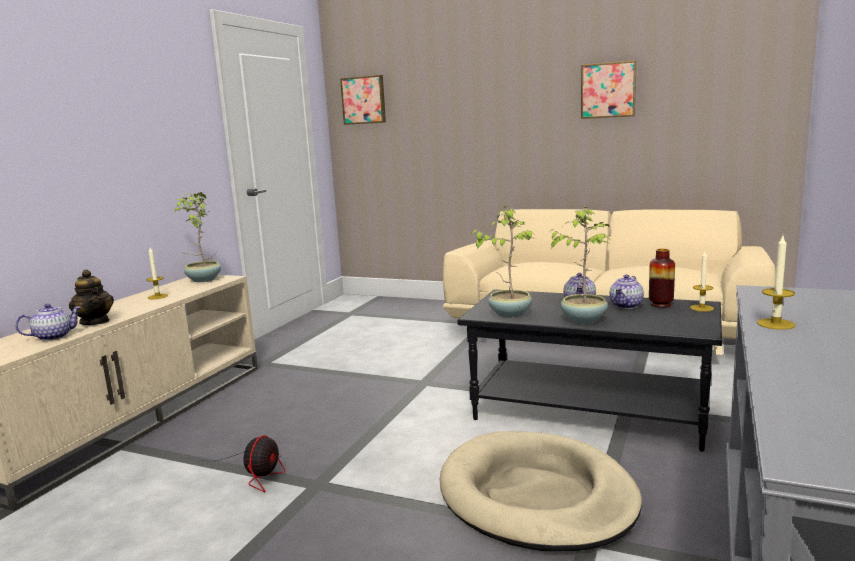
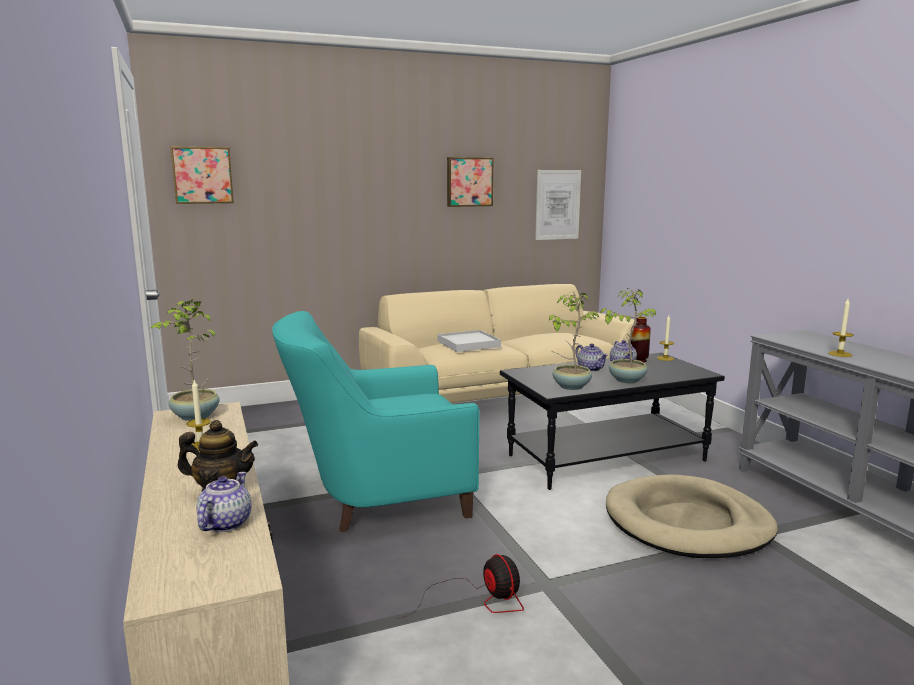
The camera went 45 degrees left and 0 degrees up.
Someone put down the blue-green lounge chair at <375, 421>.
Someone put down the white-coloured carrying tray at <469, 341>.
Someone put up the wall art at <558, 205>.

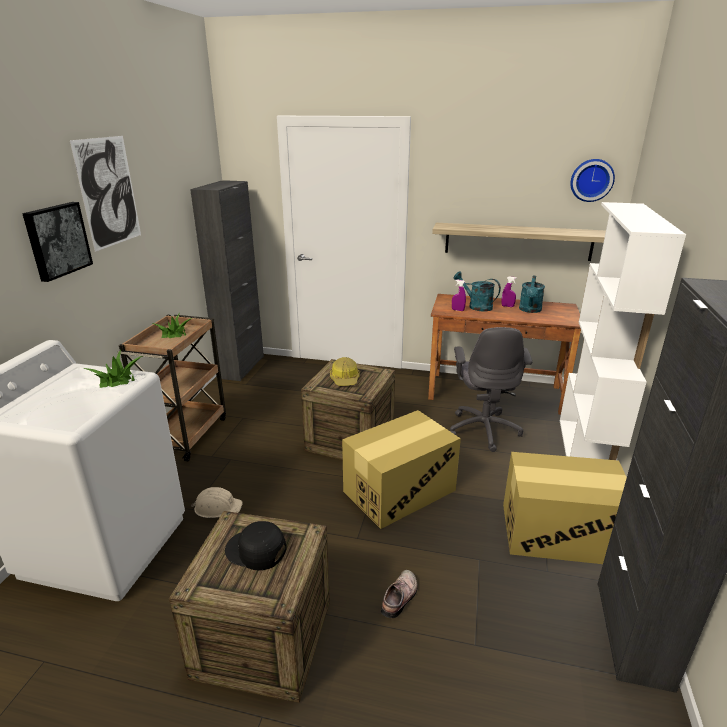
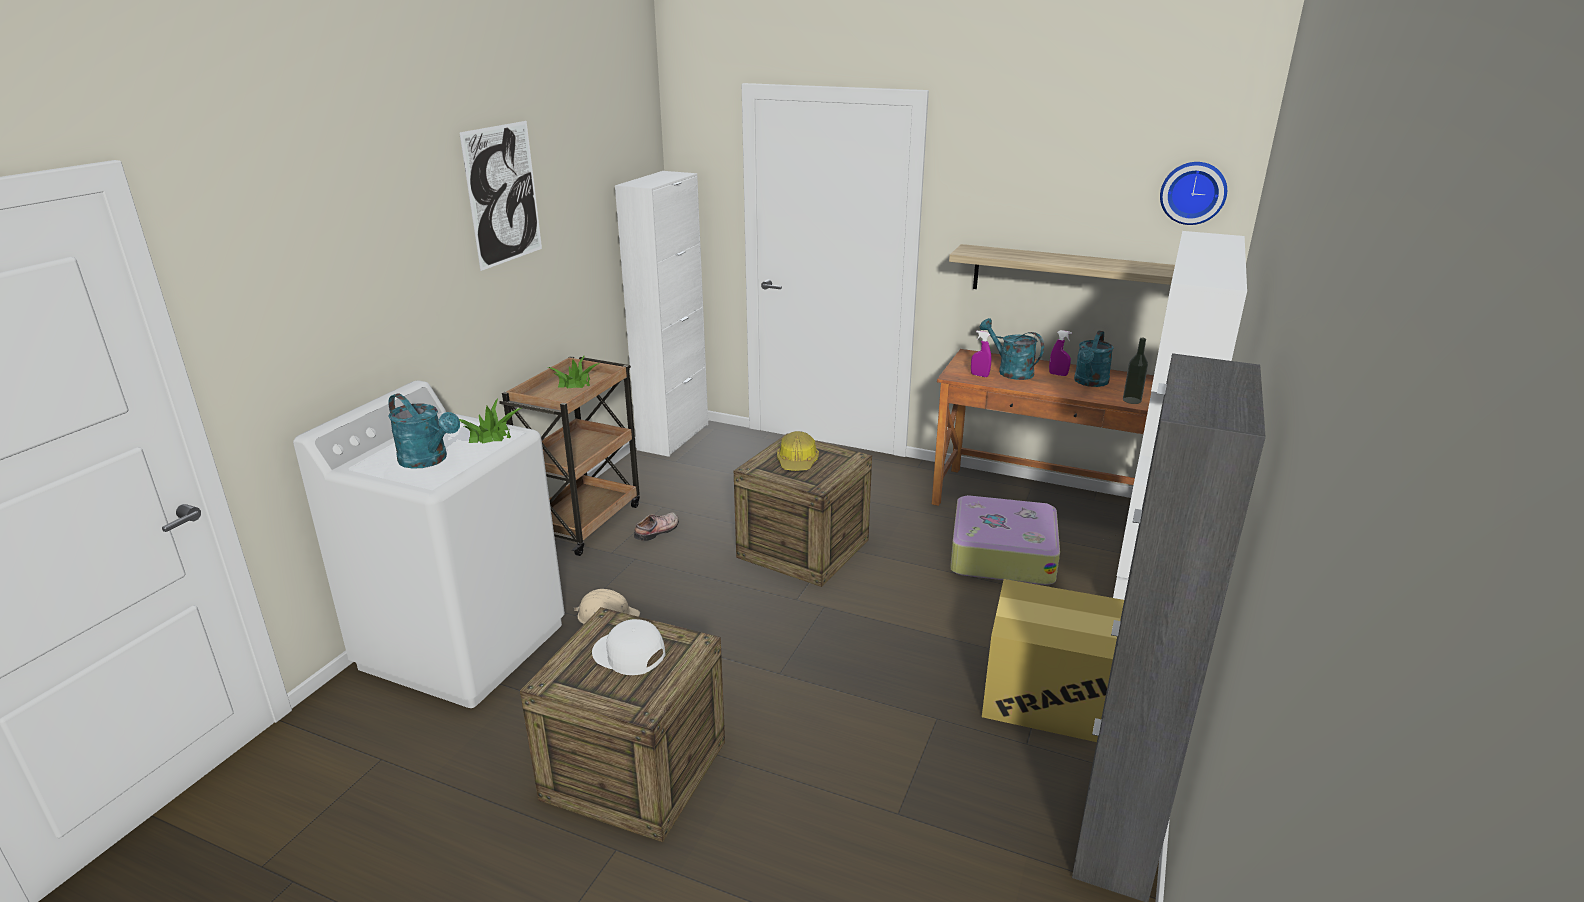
The camera went 10 degrees right and 0 degrees up.
Someone took away the wall art at <57, 242>.
Someone repainted the blackish storage cabinet at <227, 280>, which became the white-coloured storage cabinet at <661, 314>.
Someone repainted the blackish peaked cap at <256, 546>, which became the white-coloured peaked cap at <628, 647>.
Someone took away the cardboard box at <401, 469>.
Someone carried the item of footwear from <399, 594> to <656, 526>.
Someone swapped the grey computer chair at <491, 389> for the travel case at <1005, 540>.
Someone put down the blue-green watering can at <424, 431>.
Someone put down the beverage bottle at <1135, 371>.

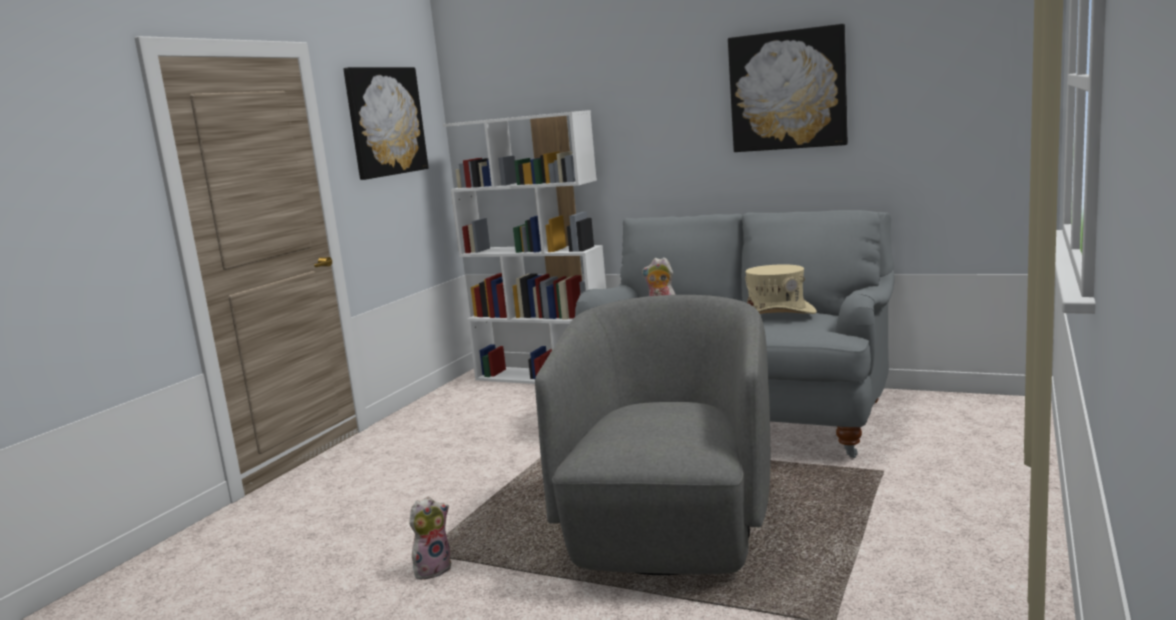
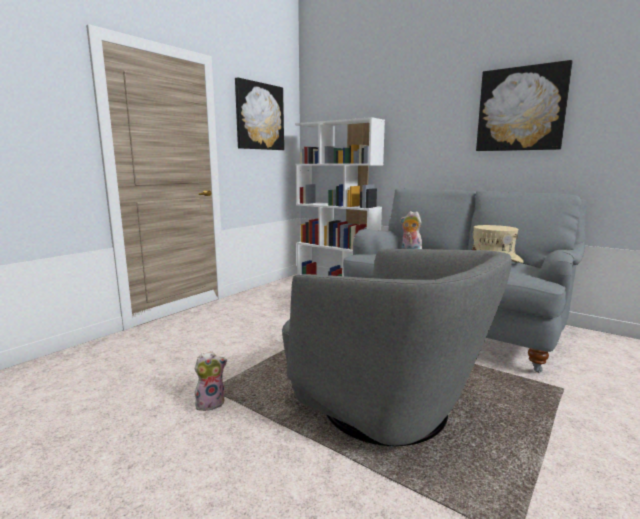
The camera went 10 degrees right and 0 degrees up.
Someone rotated the grey lounge chair at <652, 435> by 105 degrees clockwise.

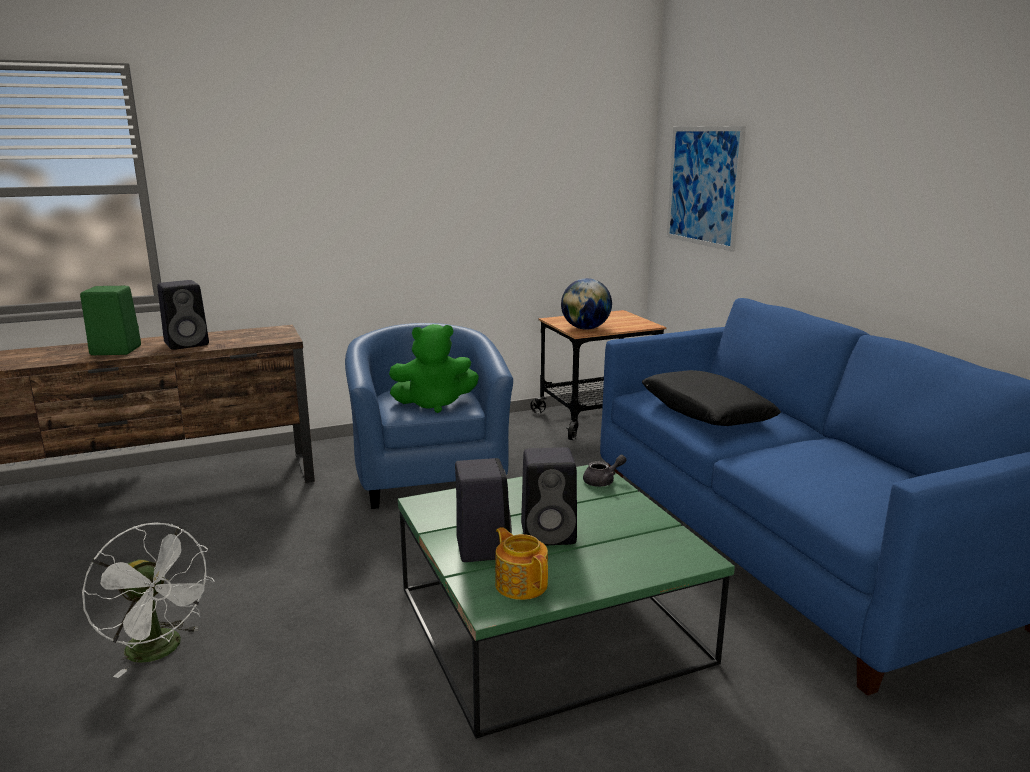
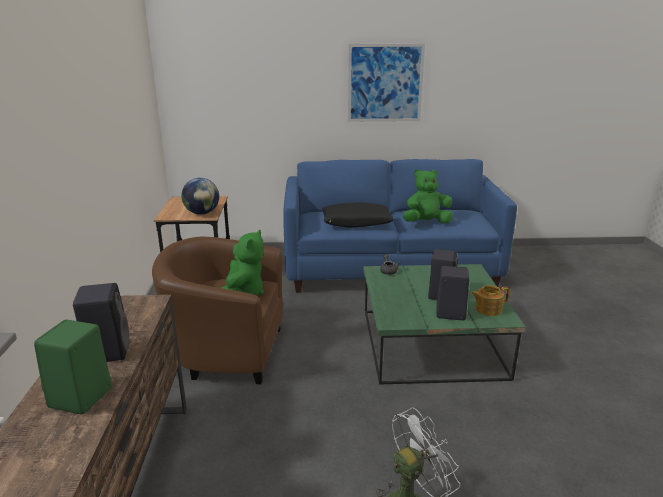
The camera went 70 degrees left and 5 degrees up.
Someone repainted the bluish lounge chair at <429, 416>, which became the brown-coloured lounge chair at <217, 310>.
Someone carried the wall art from <706, 189> to <386, 83>.
Someone put down the green-coloured plush toy at <428, 196>.

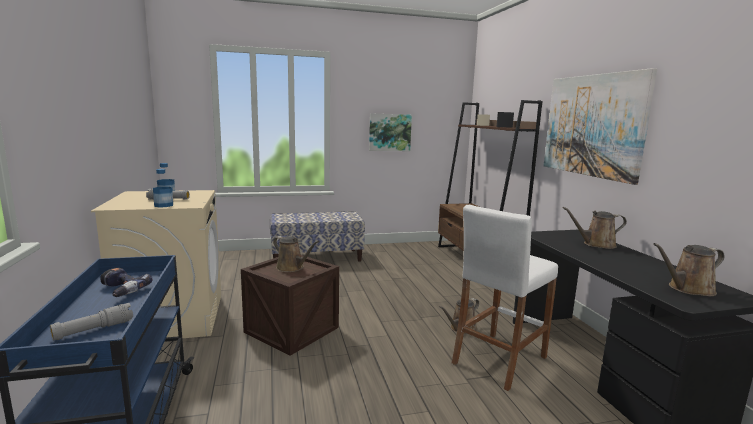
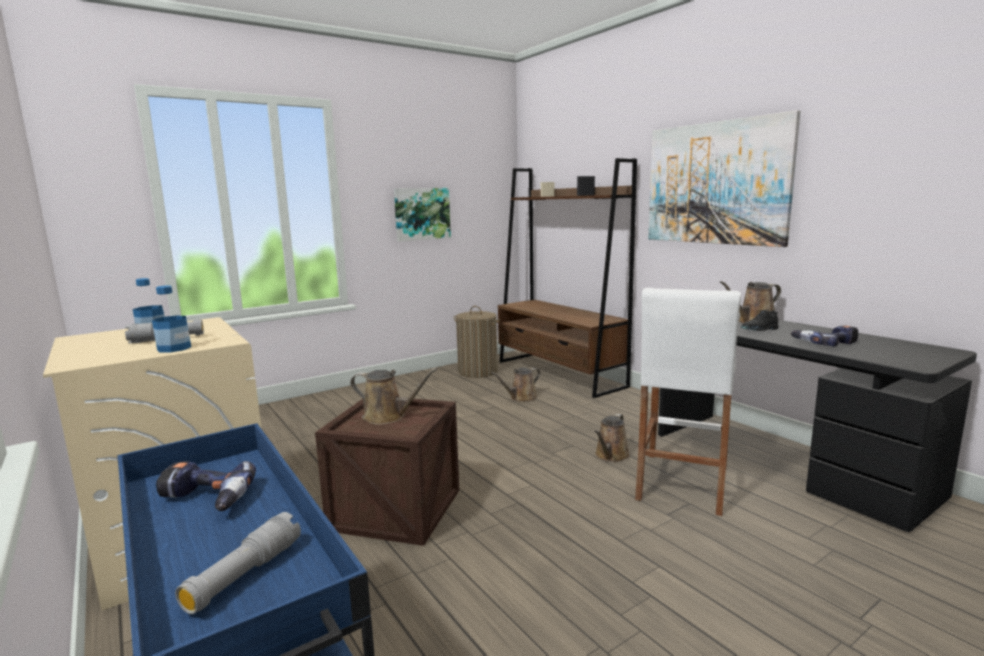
The camera went 20 degrees left and 0 degrees up.
Someone took away the long seat at <317, 236>.
Someone carried the brown-coloured watering can from <689, 269> to <515, 385>.
Someone put down the laundry basket at <477, 342>.
Someone put down the blackish item of footwear at <759, 320>.
Someone put down the drill at <824, 336>.

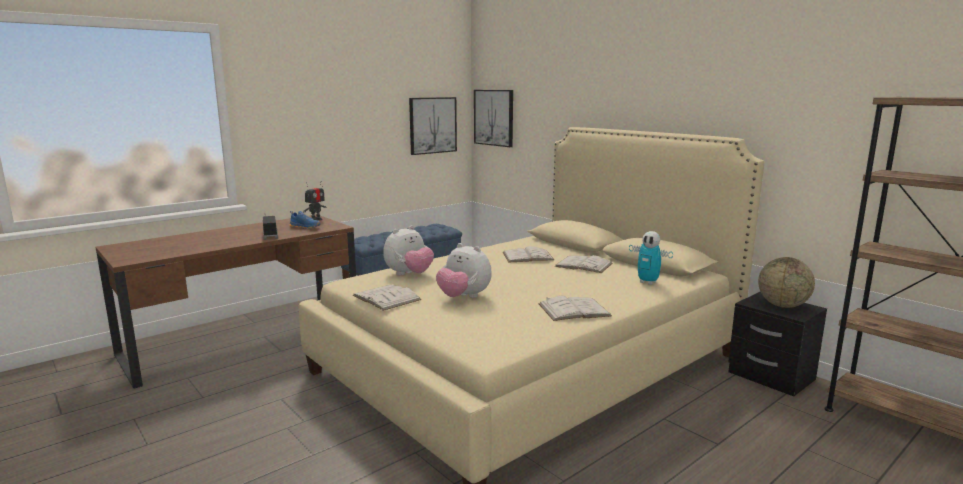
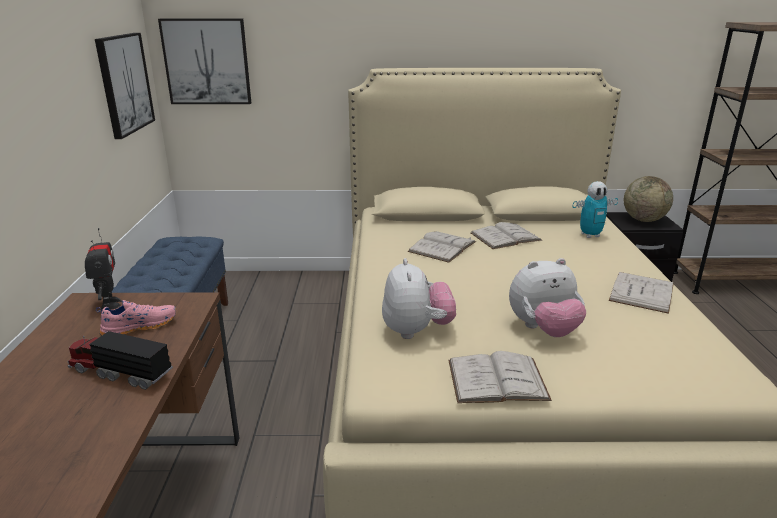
The camera went 50 degrees left and 10 degrees up.
Someone repainted the bluish item of footwear at <304, 220>, which became the pink item of footwear at <136, 317>.

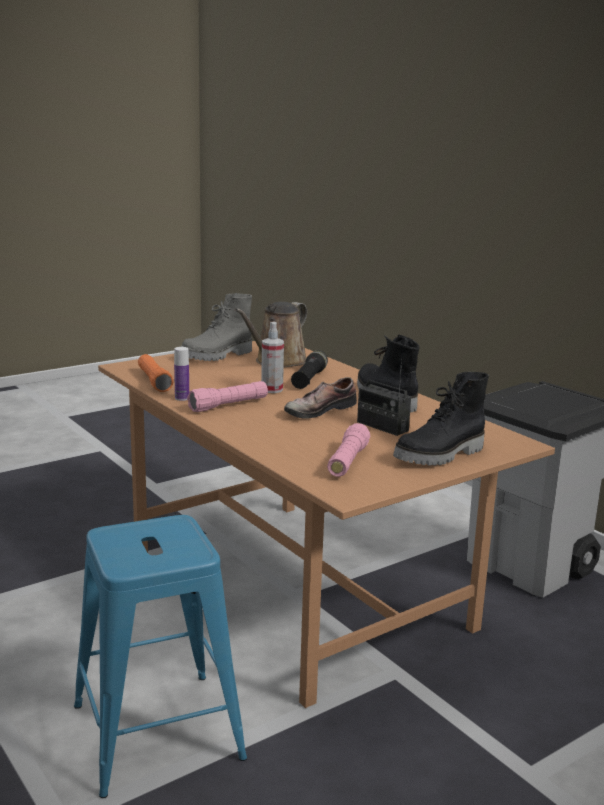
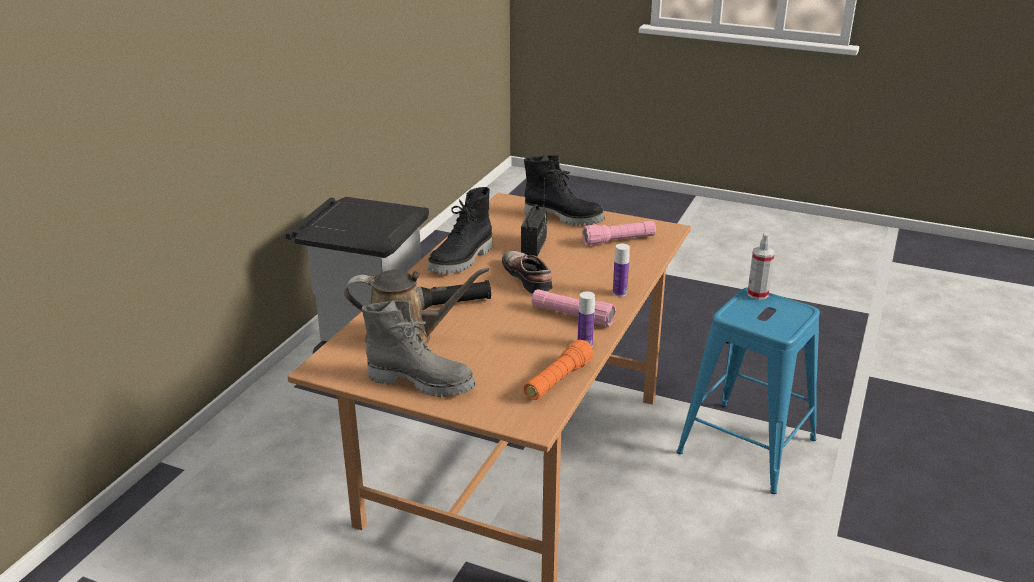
The camera went 120 degrees left and 10 degrees up.
Someone carried the spray bottle from <272, 357> to <761, 266>.
Someone rotated the item of footwear at <320, 398> by 135 degrees counterclockwise.
Someone put down the beverage bottle at <621, 270>.

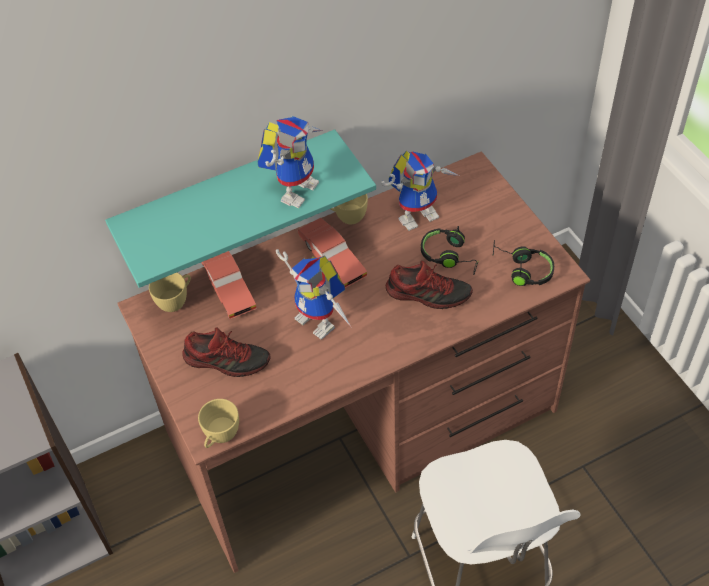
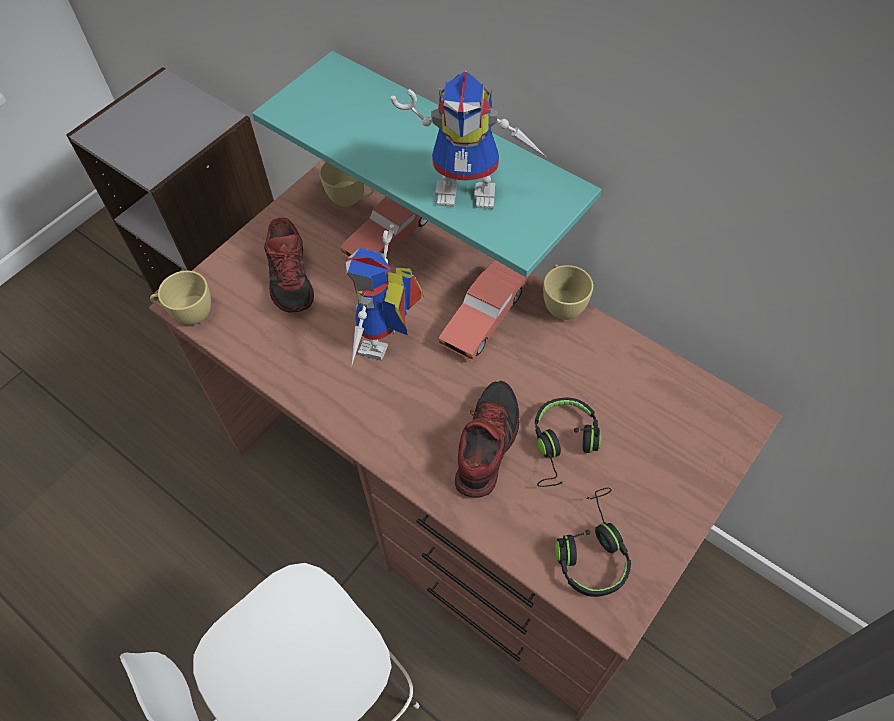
The camera went 65 degrees right and 5 degrees up.
Someone took away the robot figure at <420, 191>.
Someone rotated the item of footwear at <429, 285> by 150 degrees counterclockwise.

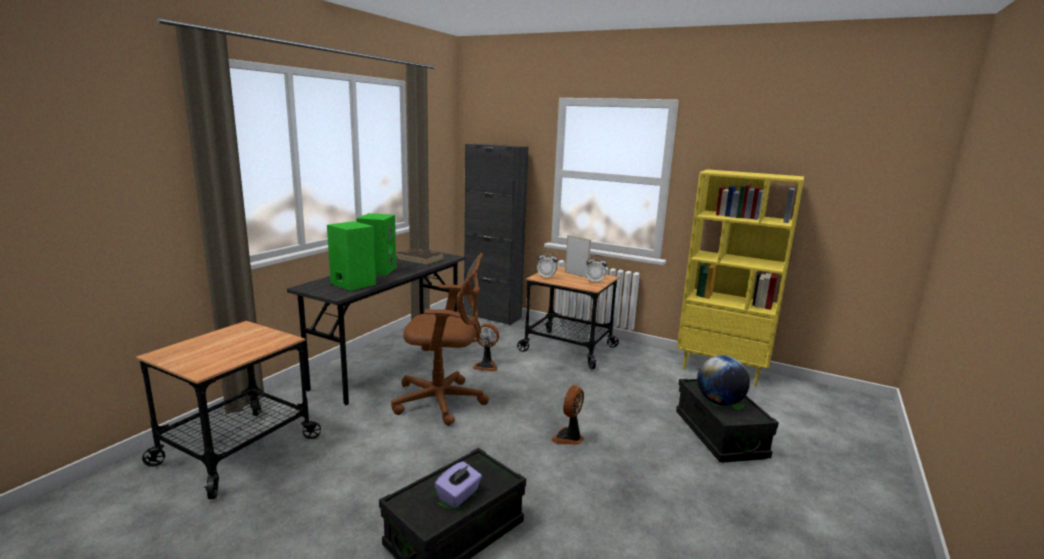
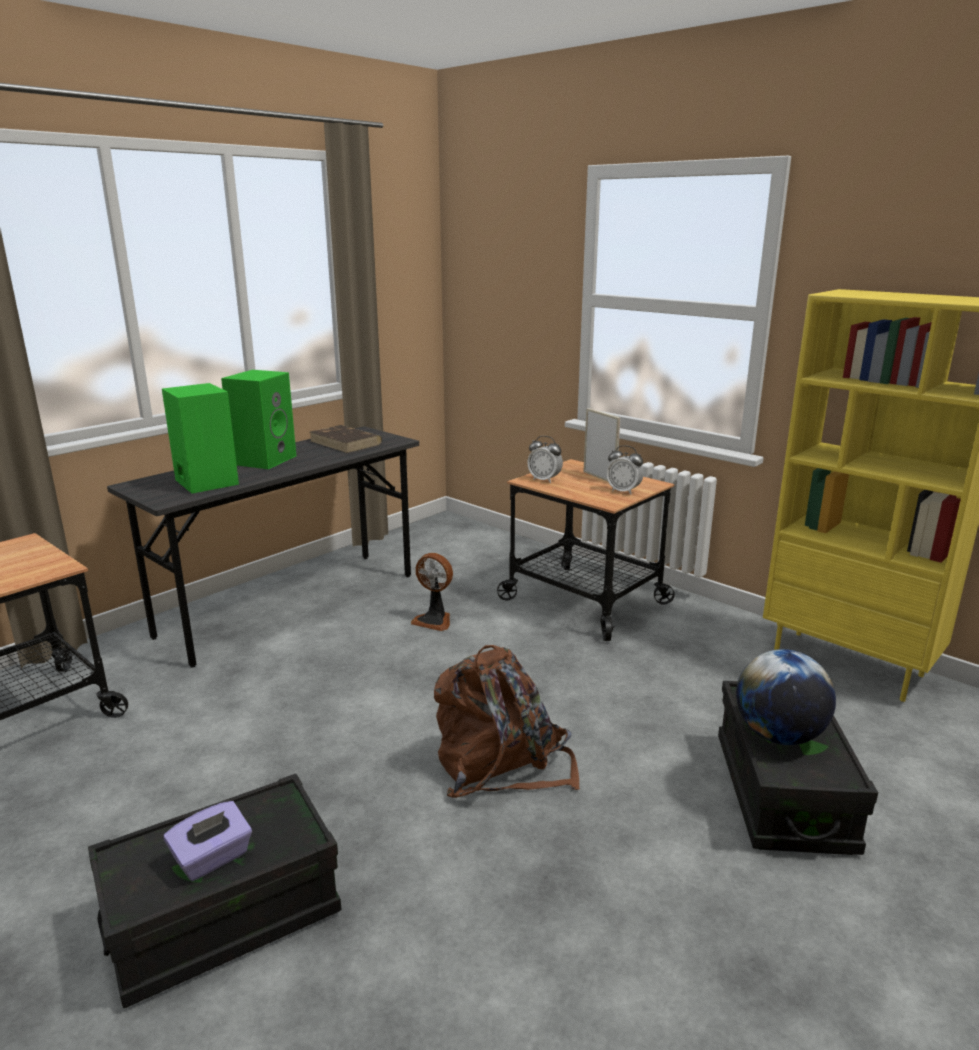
The camera went 15 degrees right and 5 degrees up.
Someone took away the brown-coloured computer chair at <440, 339>.
Someone took away the blackish storage cabinet at <496, 234>.
Someone swapped the electric fan at <568, 414> for the brown-coloured rucksack at <507, 721>.

